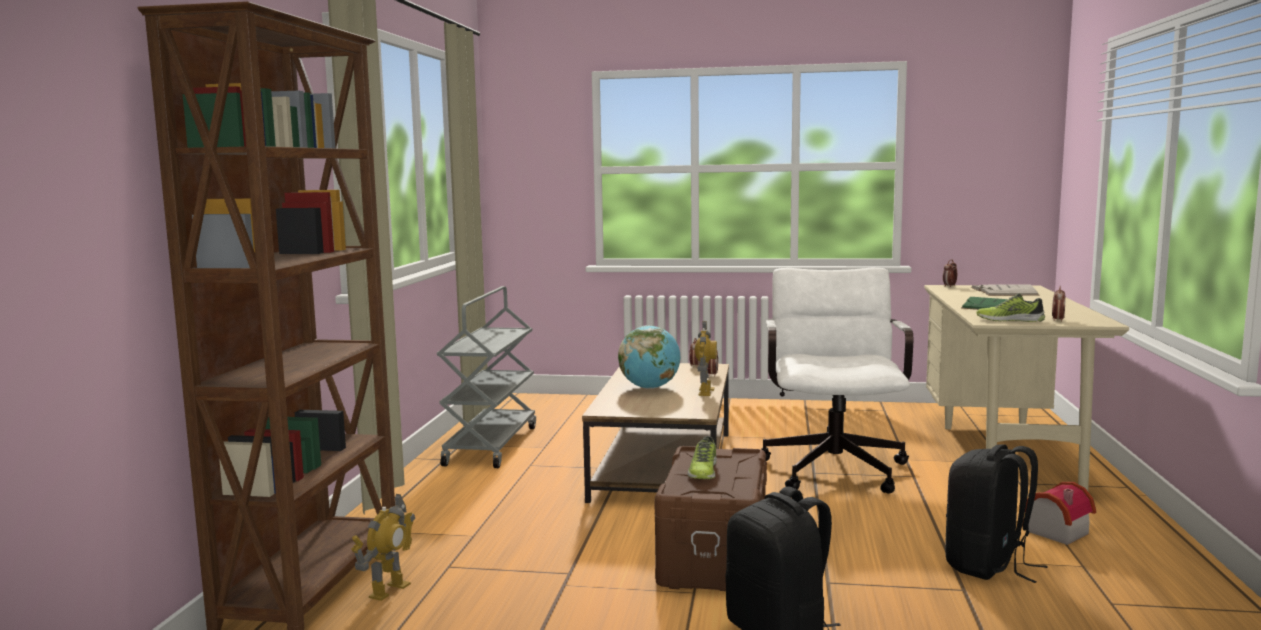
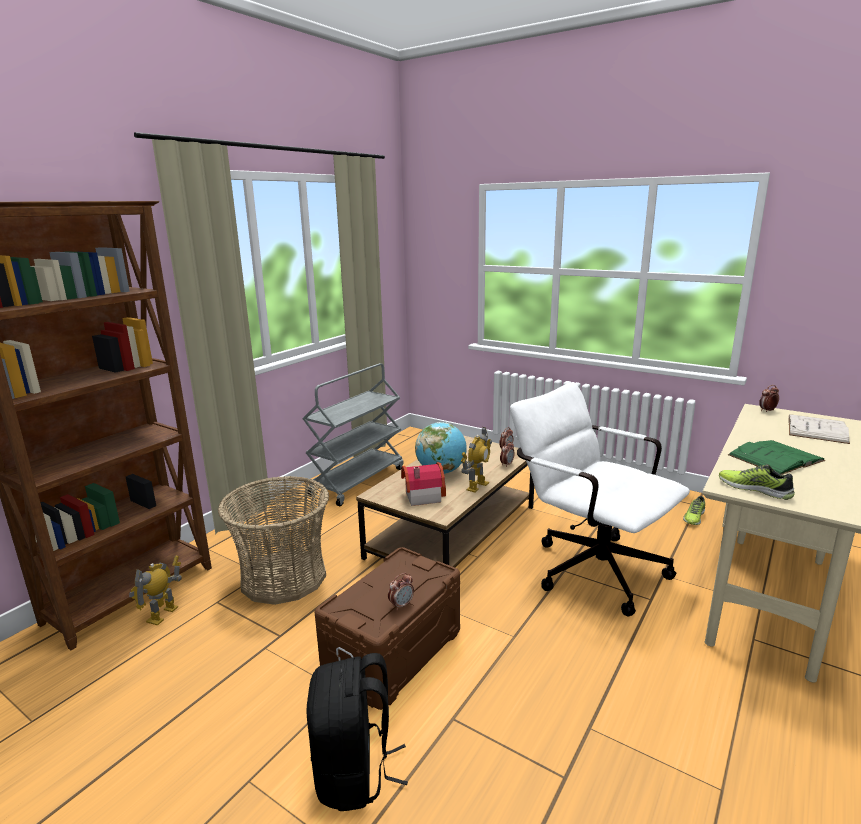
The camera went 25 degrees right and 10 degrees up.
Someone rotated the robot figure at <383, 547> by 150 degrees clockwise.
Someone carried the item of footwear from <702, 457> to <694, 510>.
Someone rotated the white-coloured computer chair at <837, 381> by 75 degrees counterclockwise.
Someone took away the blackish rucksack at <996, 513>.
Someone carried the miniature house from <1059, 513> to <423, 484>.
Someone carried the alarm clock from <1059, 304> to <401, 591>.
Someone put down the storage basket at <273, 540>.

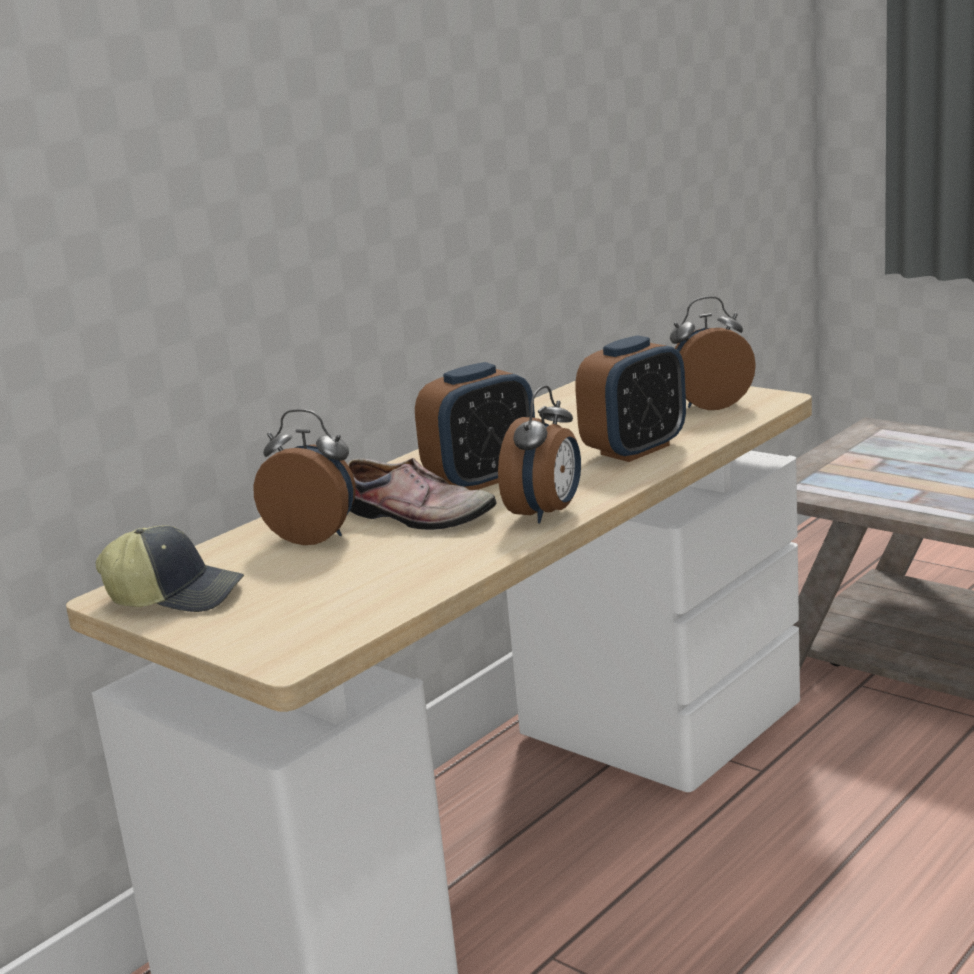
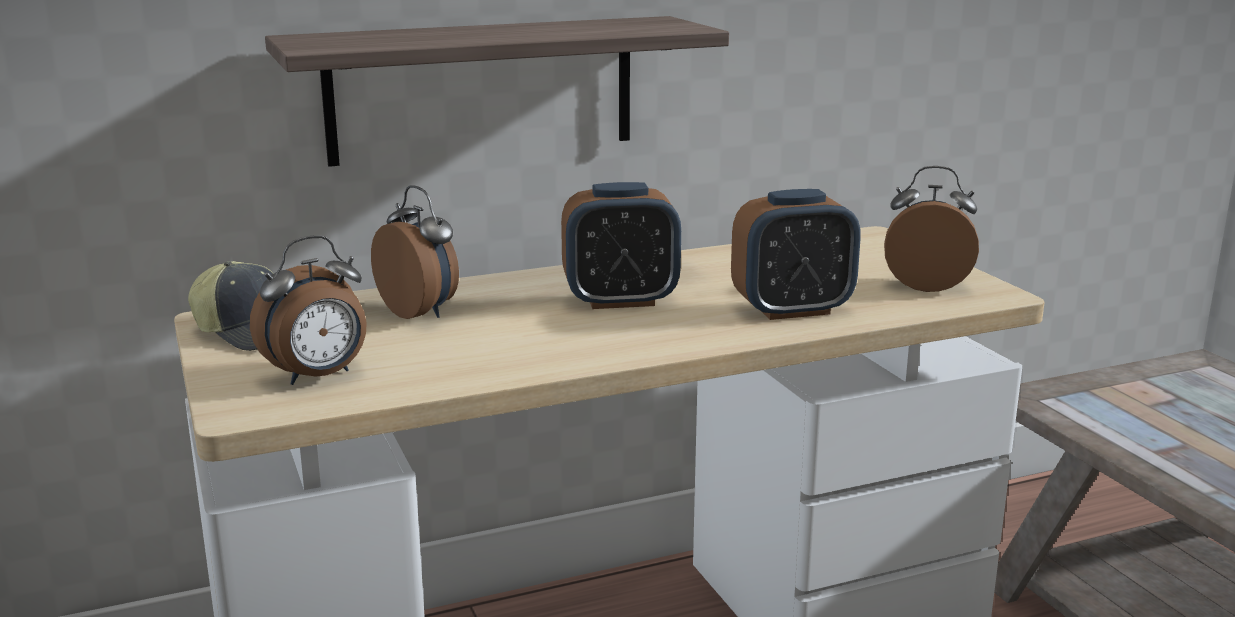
The camera went 25 degrees right and 0 degrees up.
Someone took away the item of footwear at <422, 494>.
Someone carried the alarm clock from <539, 454> to <308, 310>.
Someone put up the wall shelf at <497, 91>.

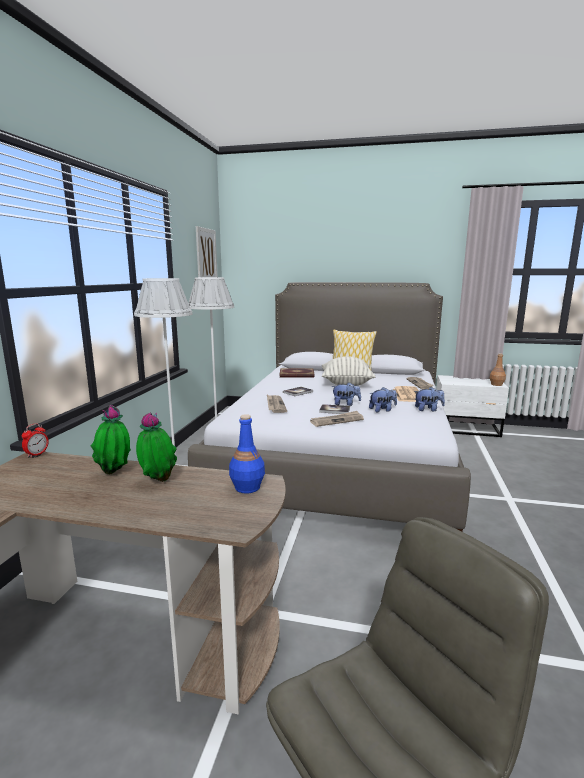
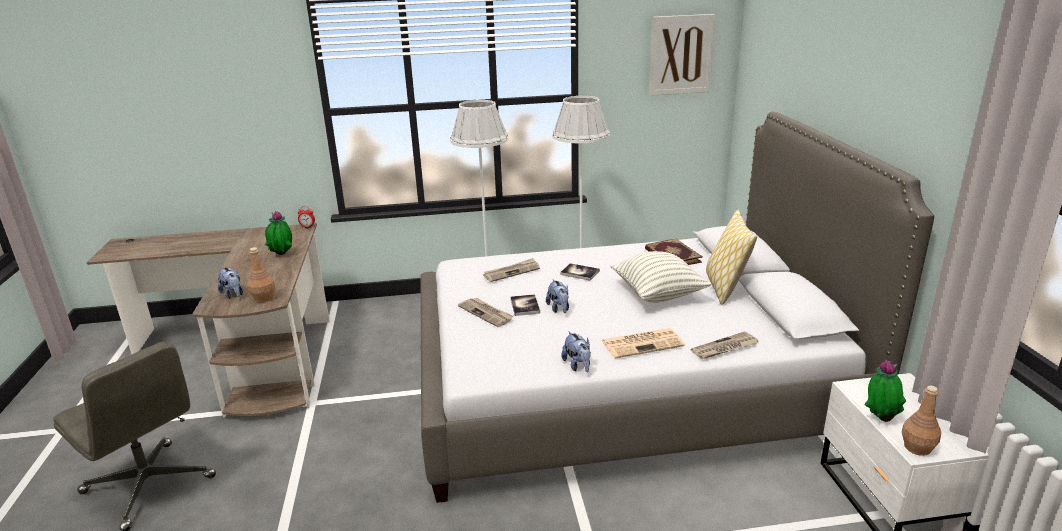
The camera went 70 degrees right and 10 degrees up.
Someone carried the potted plant from <156, 447> to <885, 391>.
Someone repainted the bluish beverage bottle at <247, 454>, which became the brown-coloured beverage bottle at <261, 274>.
Someone carried the plush toy from <383, 400> to <230, 283>.

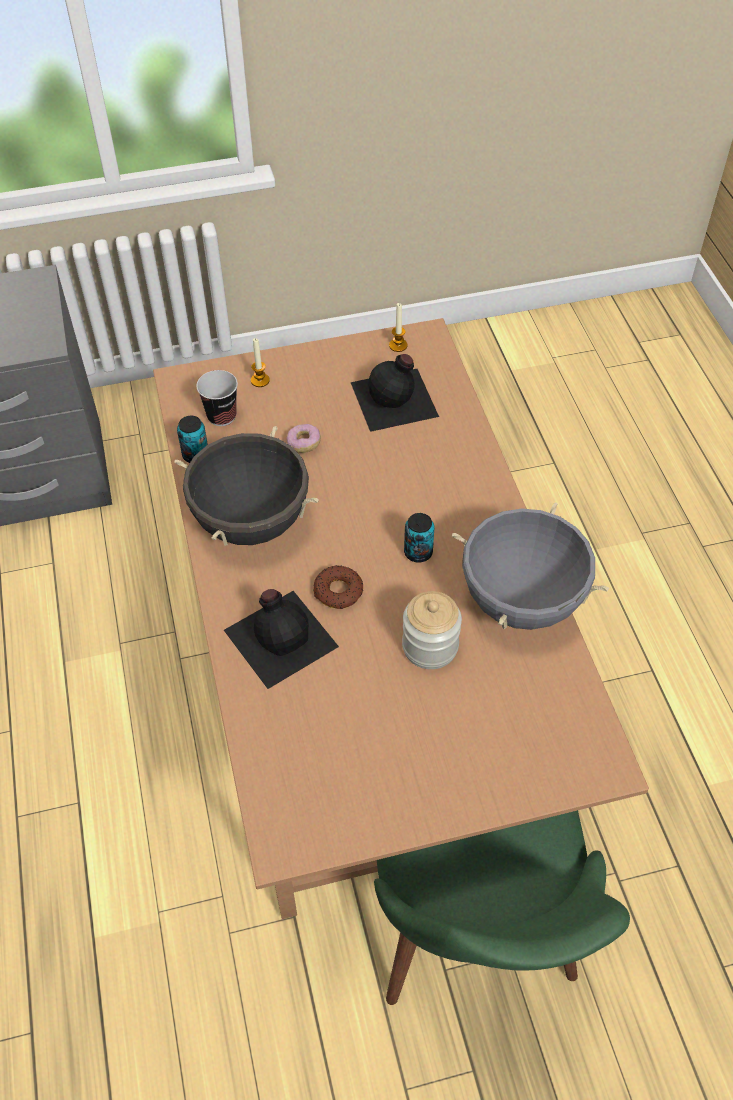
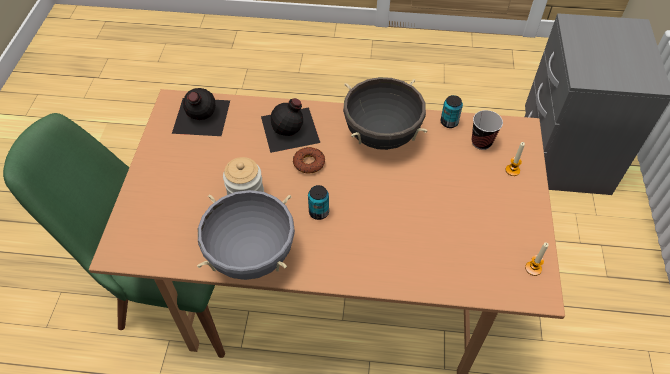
The camera went 110 degrees right and 0 degrees up.
Someone took away the donut at <304, 438>.
Someone carried the blackish beverage bottle from <395, 393> to <201, 112>.

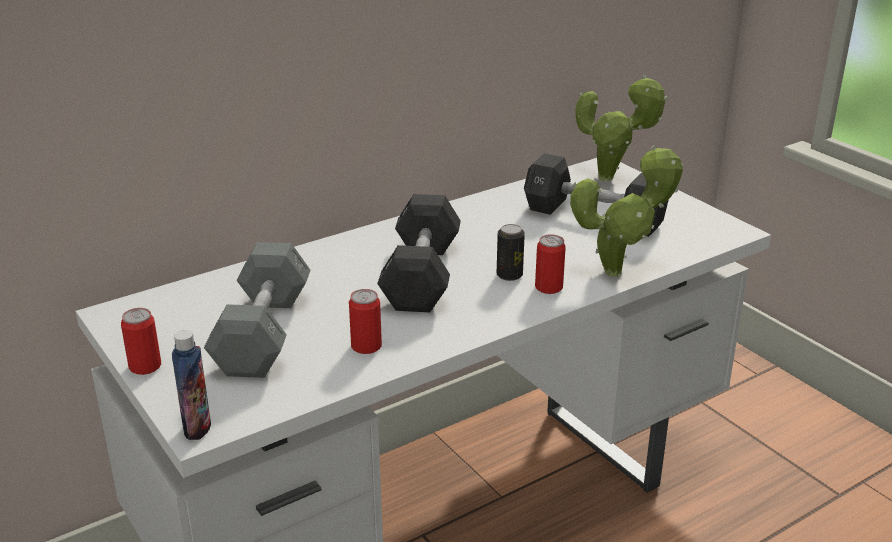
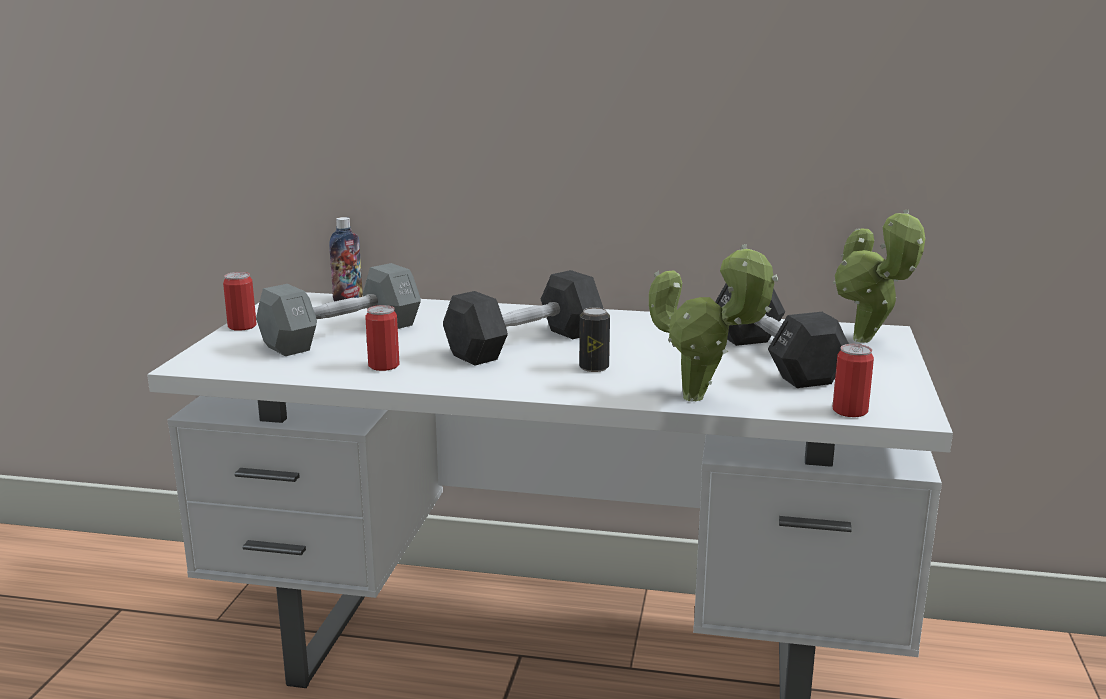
The camera went 45 degrees right and 10 degrees down.
Someone carried the beverage bottle from <191, 385> to <346, 259>.
Someone carried the can from <550, 264> to <853, 380>.

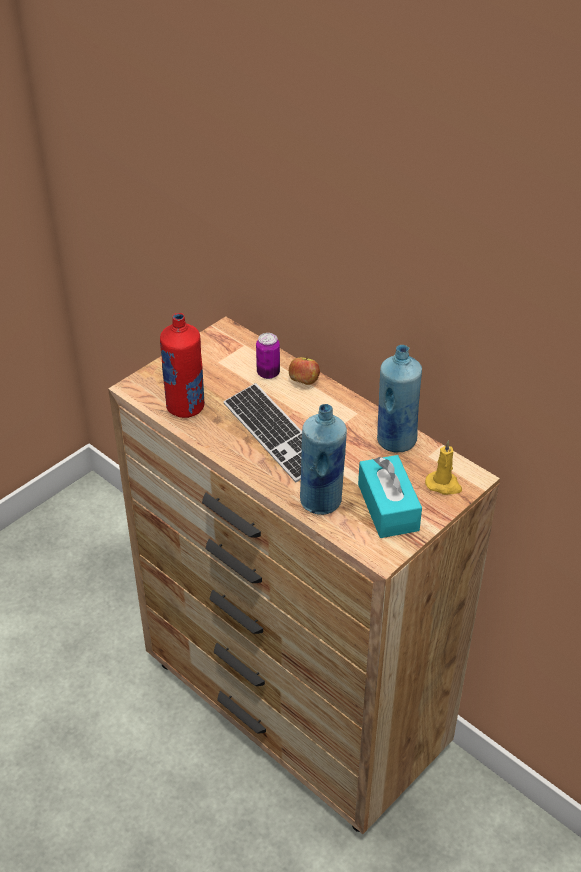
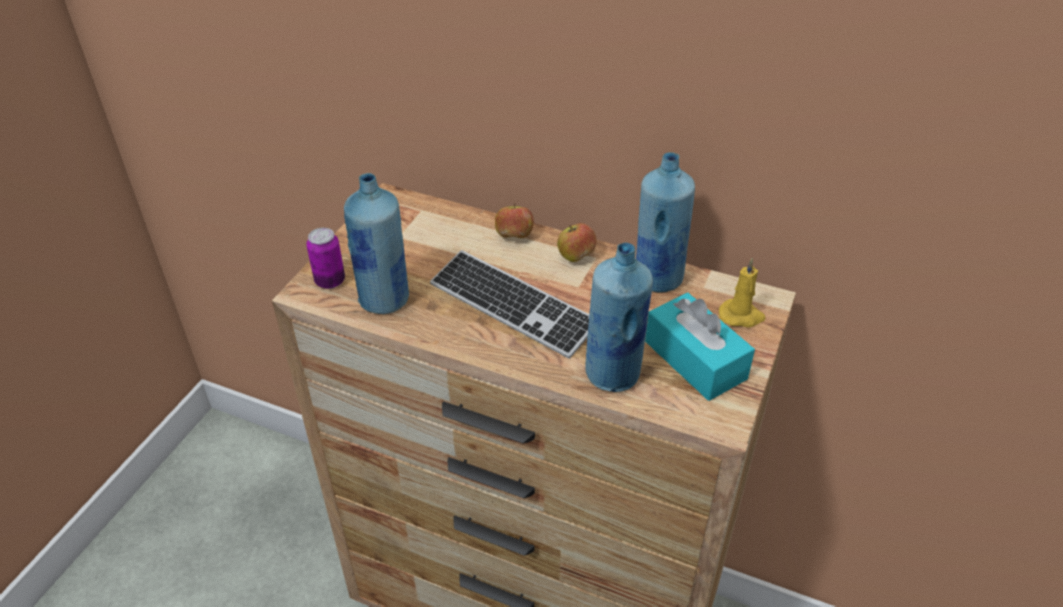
The camera went 20 degrees left and 0 degrees up.
Someone repainted the reddish beverage bottle at <182, 365>, which became the bluish beverage bottle at <376, 243>.
Someone carried the can from <268, 356> to <325, 258>.
Someone put down the whole apple at <576, 242>.

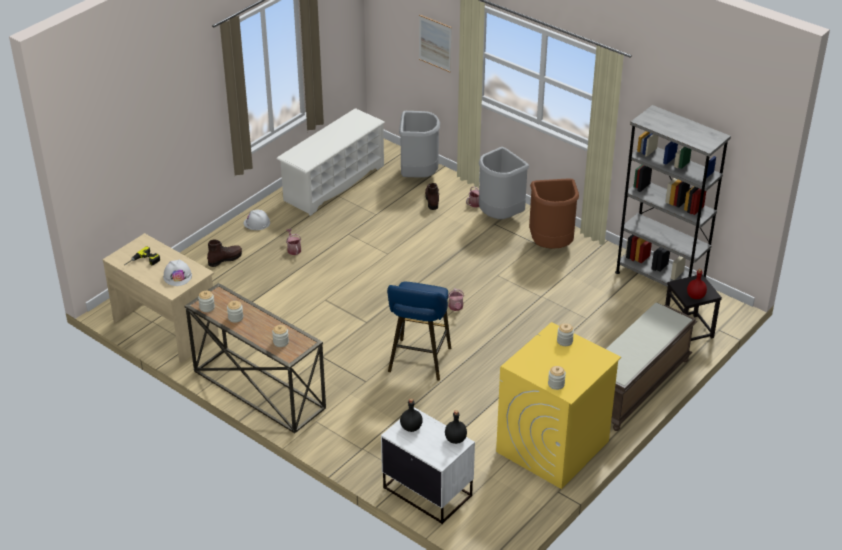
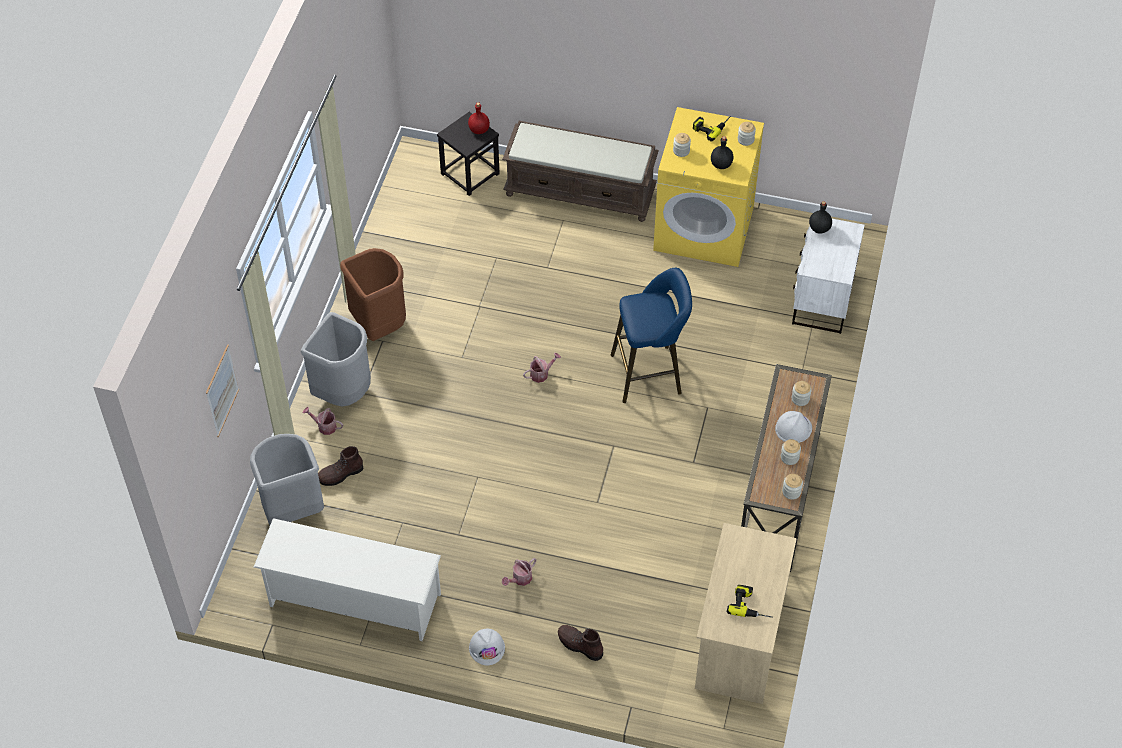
The camera went 115 degrees left and 15 degrees up.
Someone carried the white-coloured hard hat from <177, 273> to <793, 427>.
Someone carried the blackish beverage bottle from <411, 415> to <722, 152>.
Someone took away the grey bookcase at <673, 196>.
Someone put down the drill at <712, 129>.

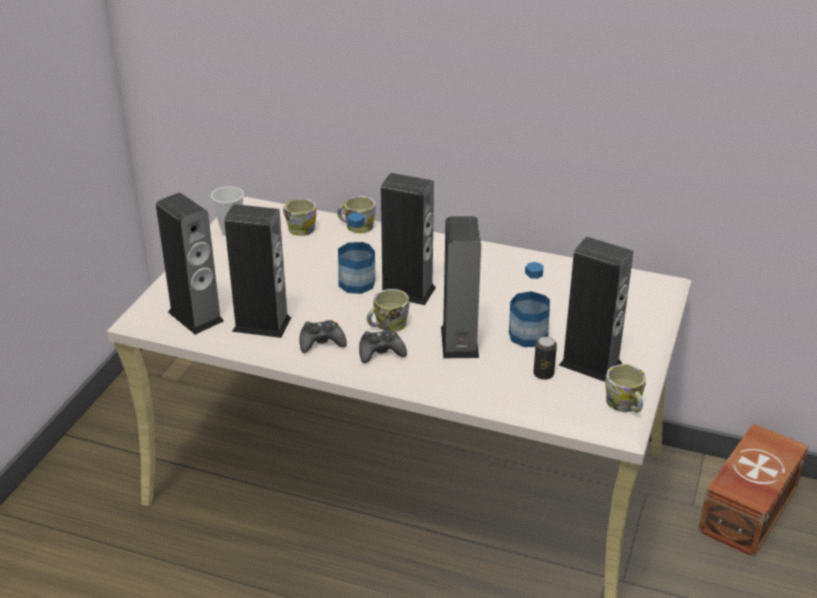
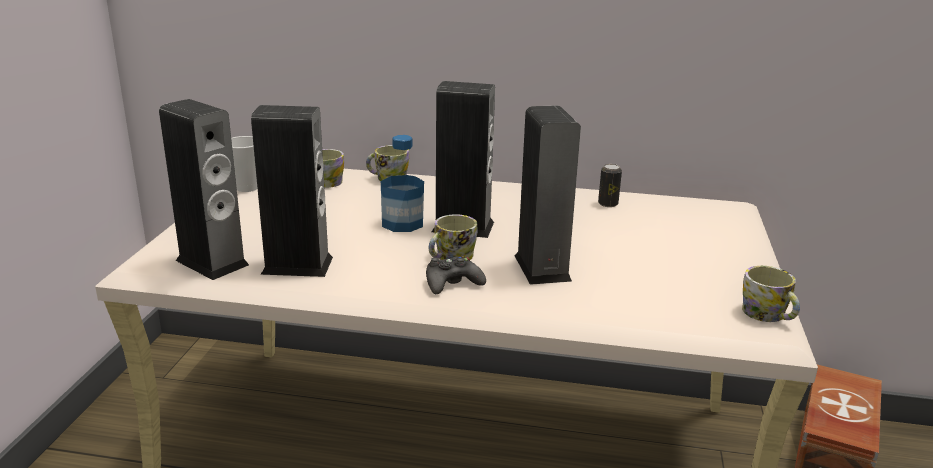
The camera went 10 degrees left and 10 degrees down.
Someone took away the blackish gamepad at <323, 336>.
Someone took away the beverage bottle at <529, 304>.
Someone carried the can from <545, 358> to <610, 185>.
Someone took away the speaker at <596, 309>.

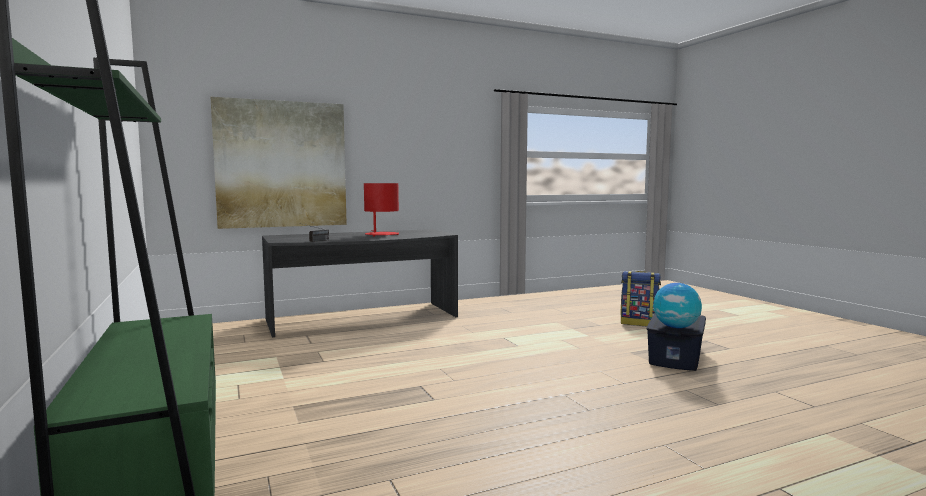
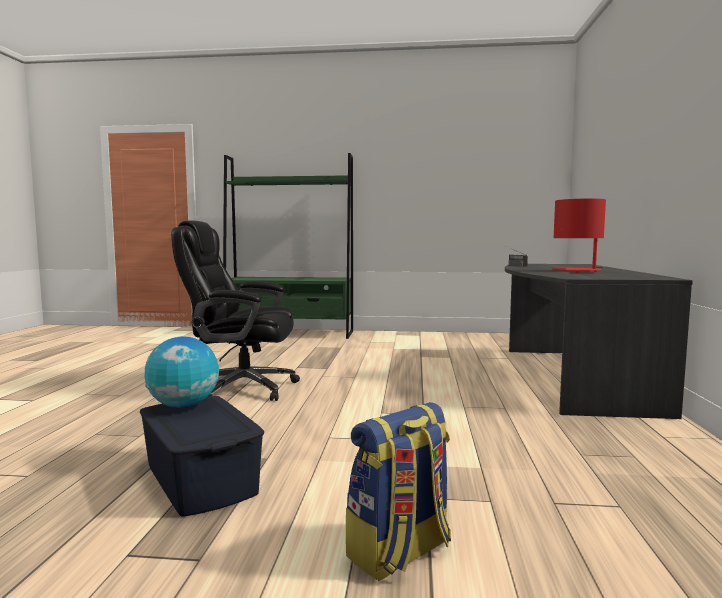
The camera went 120 degrees right and 0 degrees up.
Someone took away the wall art at <279, 163>.
Someone put down the blackish computer chair at <235, 311>.

